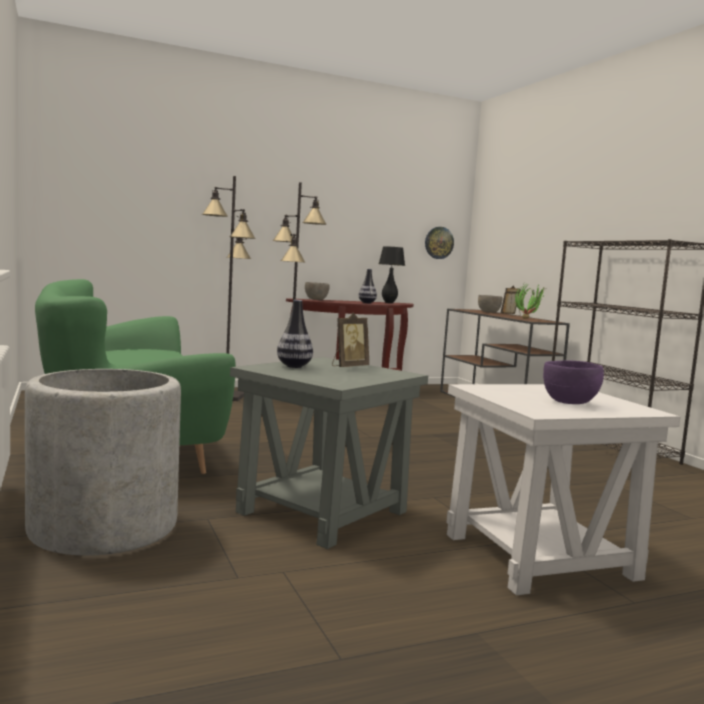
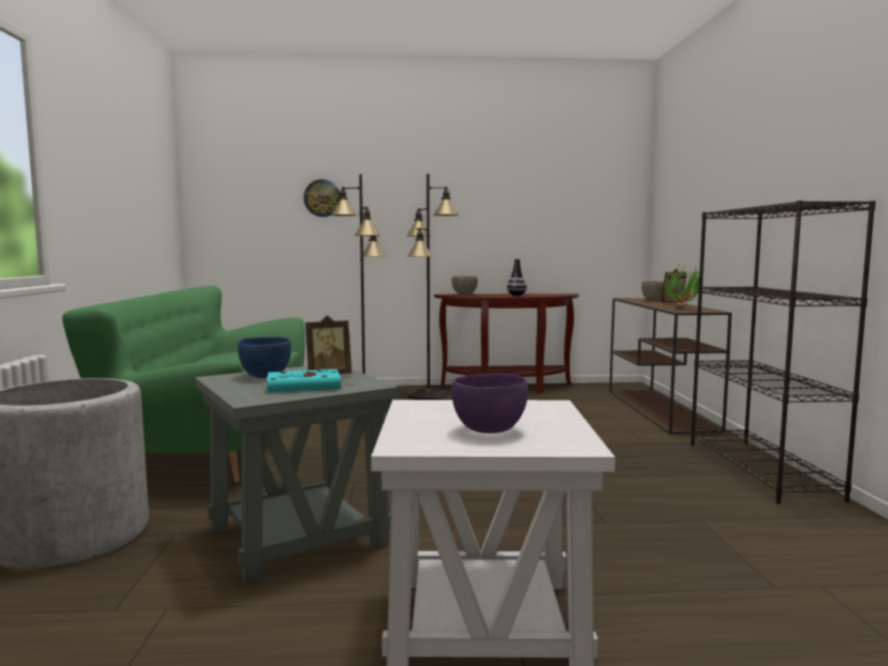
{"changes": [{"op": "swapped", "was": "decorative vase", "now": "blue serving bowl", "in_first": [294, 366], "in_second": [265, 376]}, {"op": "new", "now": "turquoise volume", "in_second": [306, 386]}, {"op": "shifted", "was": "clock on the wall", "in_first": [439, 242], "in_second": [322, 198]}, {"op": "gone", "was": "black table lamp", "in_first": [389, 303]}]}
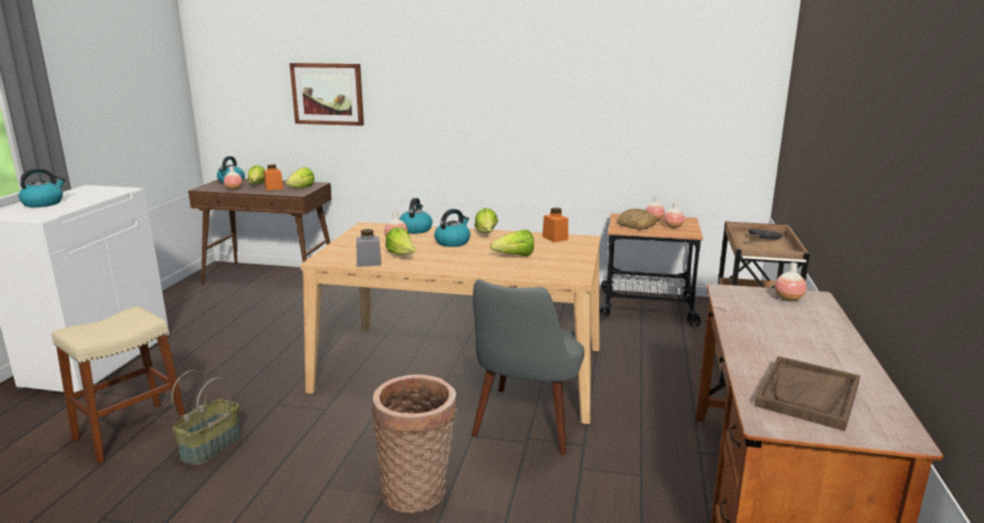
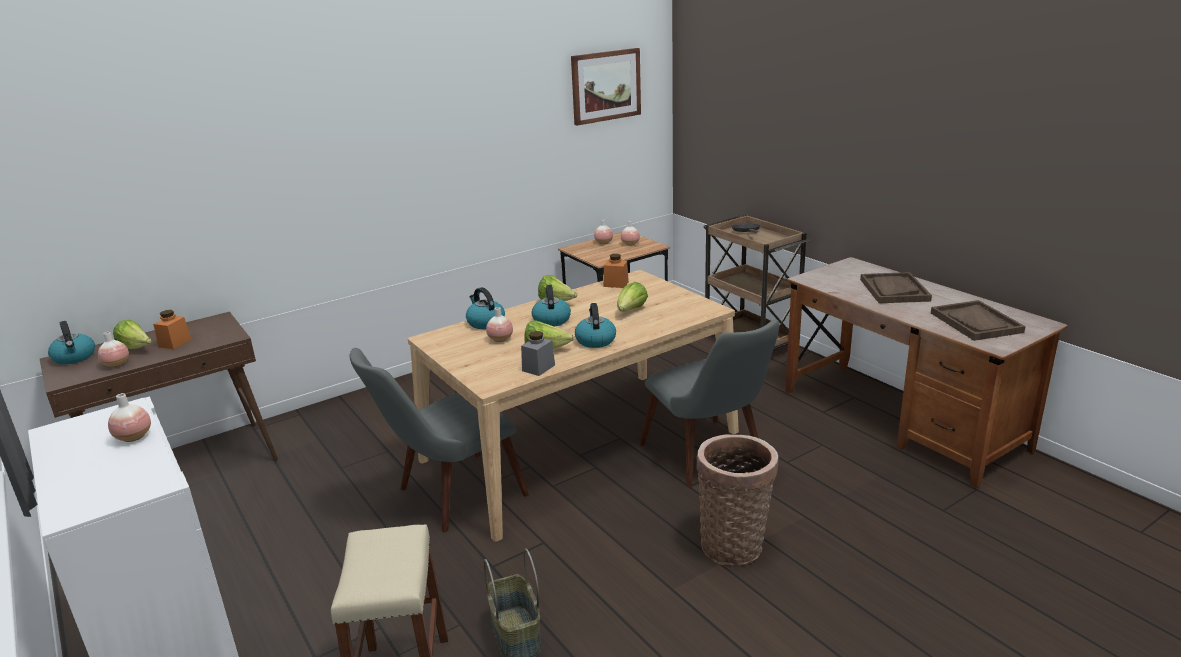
{"changes": [{"op": "shifted", "was": "decorative vase", "in_first": [788, 298], "in_second": [134, 437]}, {"op": "new", "now": "gray upright chair", "in_second": [448, 498]}, {"op": "shifted", "was": "wall art", "in_first": [327, 94], "in_second": [605, 86]}, {"op": "shifted", "was": "kettle", "in_first": [44, 203], "in_second": [595, 340]}, {"op": "new", "now": "brownish carrying tray", "in_second": [894, 290]}, {"op": "gone", "was": "lettuce head", "in_first": [301, 188]}, {"op": "gone", "was": "baked bread", "in_first": [635, 225]}]}
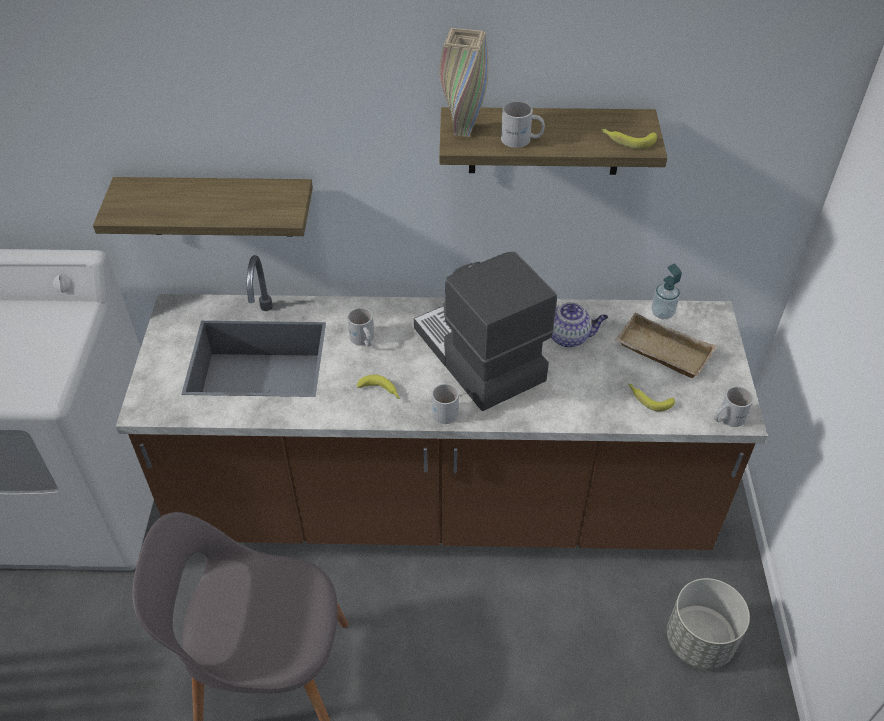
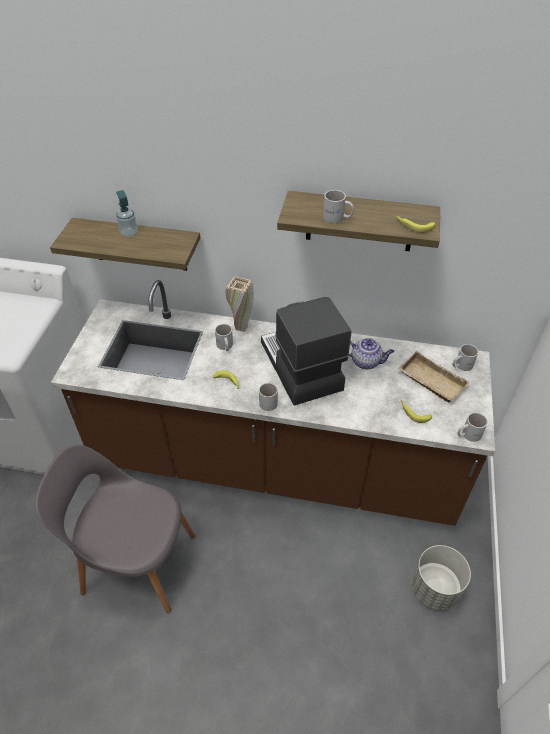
{"changes": [{"op": "shifted", "was": "soap bottle", "in_first": [662, 313], "in_second": [129, 233]}, {"op": "shifted", "was": "sand-coloured decorative vase", "in_first": [462, 131], "in_second": [241, 328]}, {"op": "new", "now": "white tea mug", "in_second": [461, 365]}]}
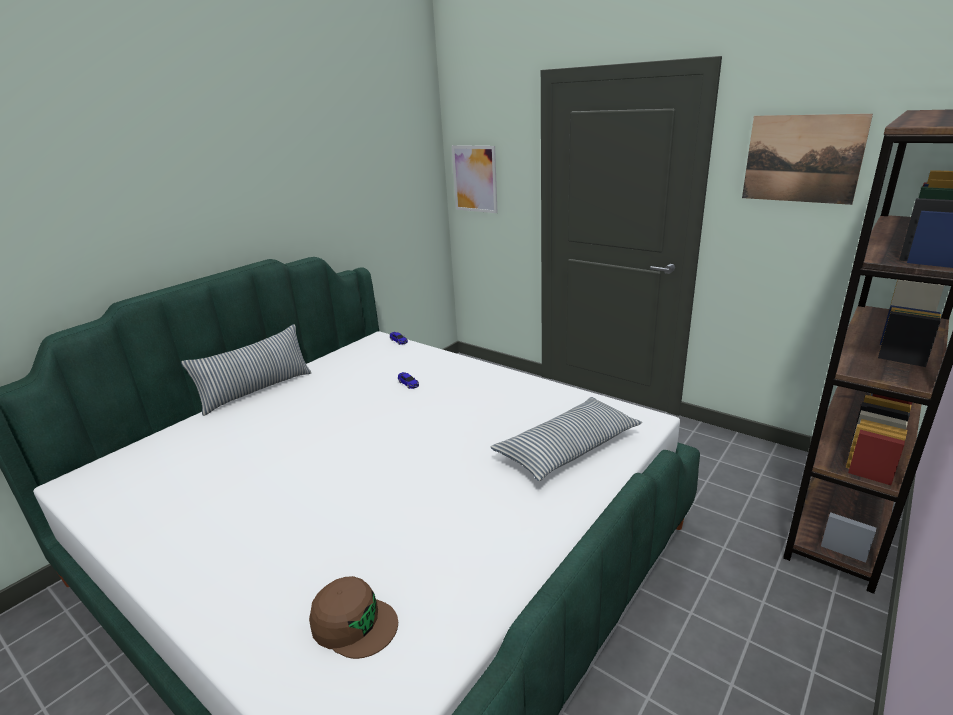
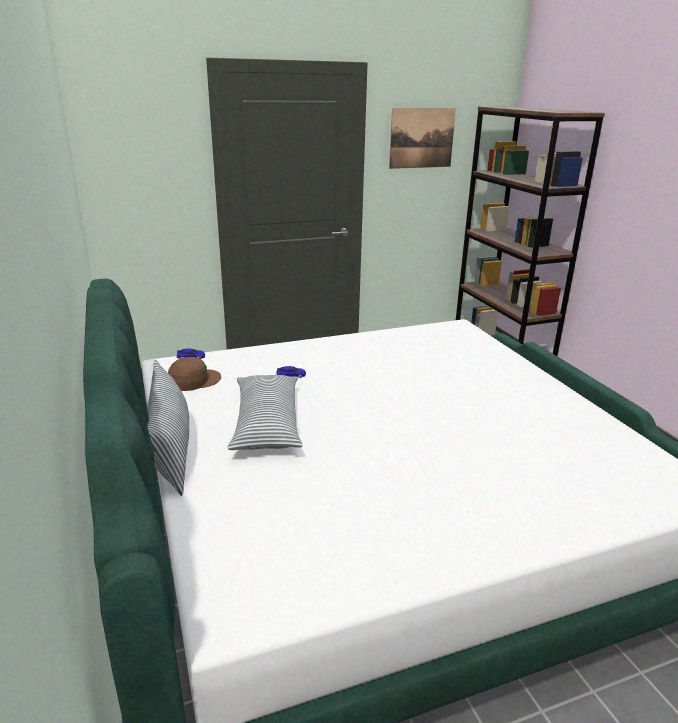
{"changes": [{"op": "shifted", "was": "brownish baseball cap", "in_first": [354, 623], "in_second": [193, 380]}, {"op": "shifted", "was": "throw pillow", "in_first": [567, 448], "in_second": [267, 423]}, {"op": "gone", "was": "wall art", "in_first": [475, 179]}]}
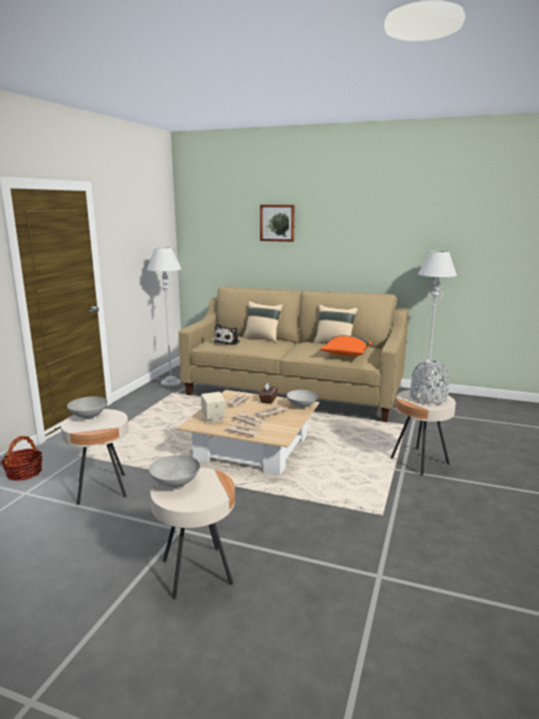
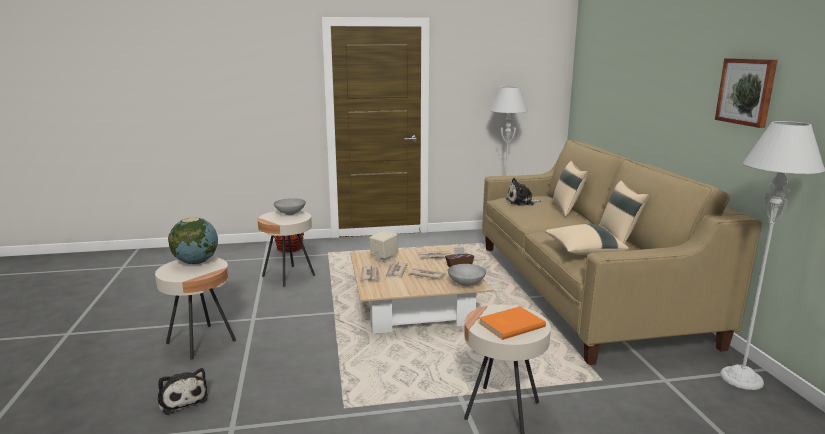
{"changes": [{"op": "new", "now": "soft toy", "in_second": [182, 399]}, {"op": "swapped", "was": "gray serving bowl", "now": "desk globe", "in_first": [176, 483], "in_second": [196, 262]}, {"op": "swapped", "was": "gray decorative vase", "now": "orangey volume", "in_first": [428, 399], "in_second": [509, 324]}, {"op": "repainted", "was": "orangey throw pillow", "now": "sand-coloured throw pillow", "in_first": [346, 354], "in_second": [583, 251]}, {"op": "shifted", "was": "wall art", "in_first": [277, 223], "in_second": [746, 91]}]}
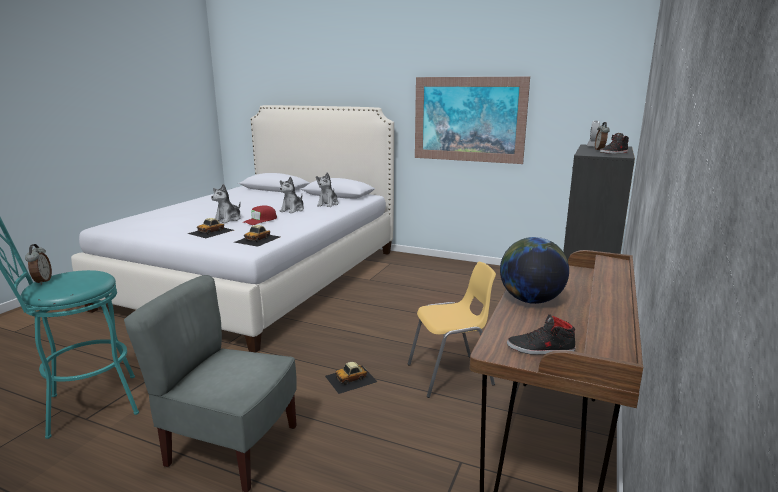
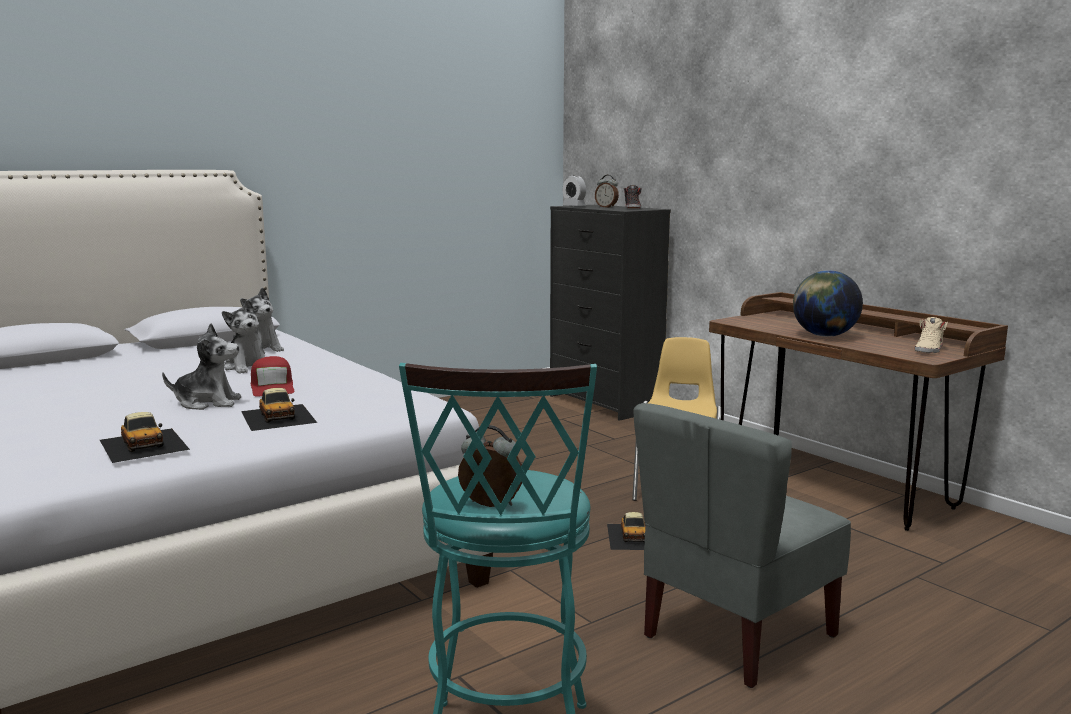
{"changes": [{"op": "shifted", "was": "model car", "in_first": [258, 239], "in_second": [144, 444]}, {"op": "rotated", "was": "soft toy", "in_first": [228, 219], "in_second": [208, 403], "clockwise": -60}, {"op": "repainted", "was": "black item of footwear", "now": "sand-coloured item of footwear", "in_first": [540, 349], "in_second": [929, 350]}, {"op": "gone", "was": "wall art", "in_first": [468, 119]}]}
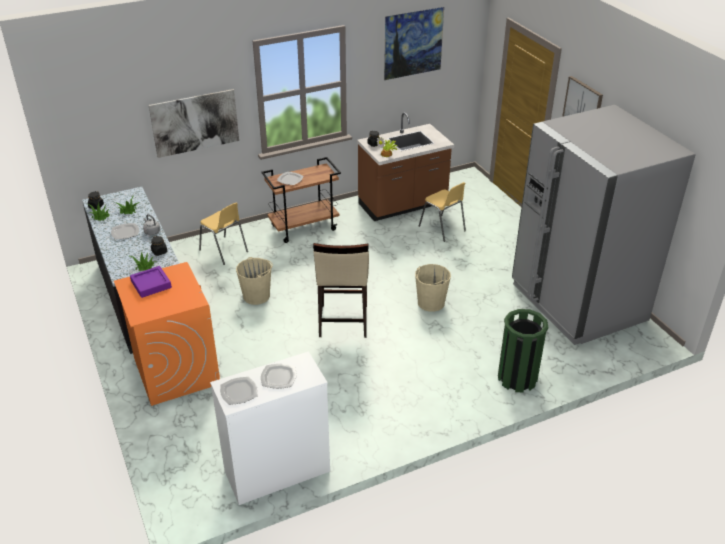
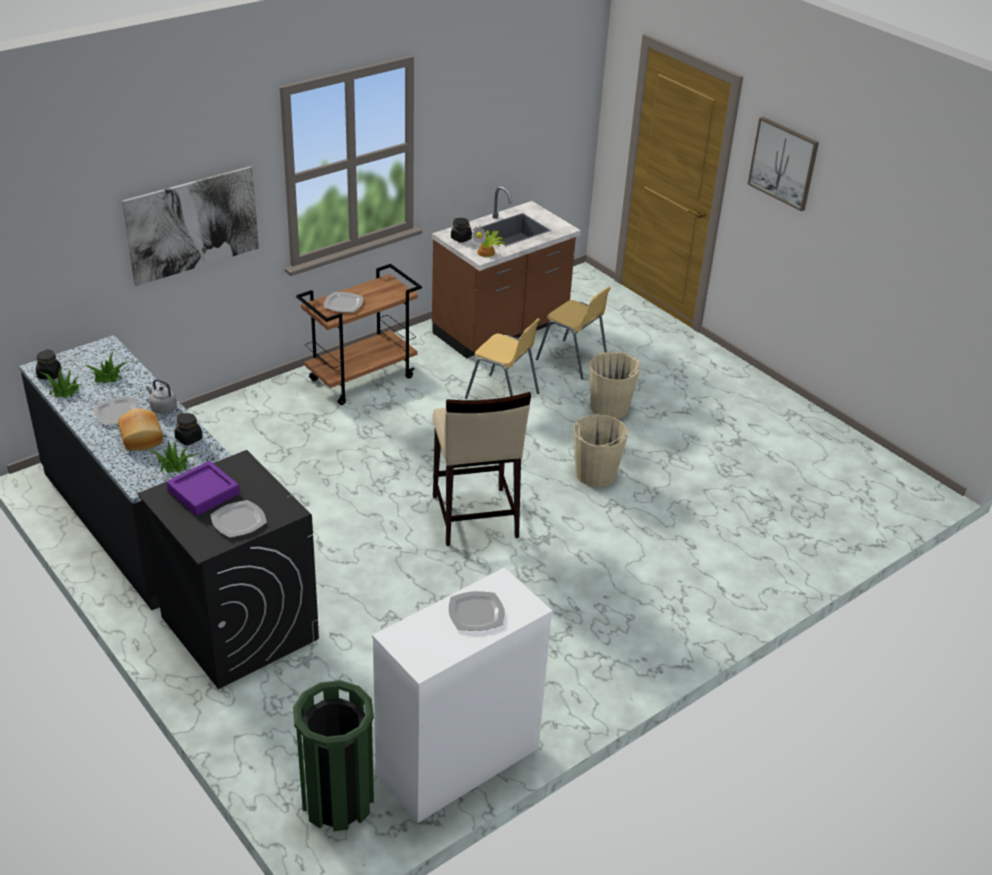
{"changes": [{"op": "new", "now": "baked bread", "in_second": [142, 437]}, {"op": "repainted", "was": "orangey washing machine", "now": "black washing machine", "in_first": [176, 370], "in_second": [238, 627]}, {"op": "shifted", "was": "dinner plate", "in_first": [238, 392], "in_second": [238, 520]}, {"op": "shifted", "was": "greenish waste bin", "in_first": [517, 378], "in_second": [337, 800]}, {"op": "shifted", "was": "yellow-coloured upright chair", "in_first": [224, 251], "in_second": [503, 396]}, {"op": "shifted", "was": "sand-coloured bucket", "in_first": [257, 296], "in_second": [610, 407]}, {"op": "gone", "was": "wall art", "in_first": [413, 59]}, {"op": "gone", "was": "gray refrigerator", "in_first": [578, 302]}]}
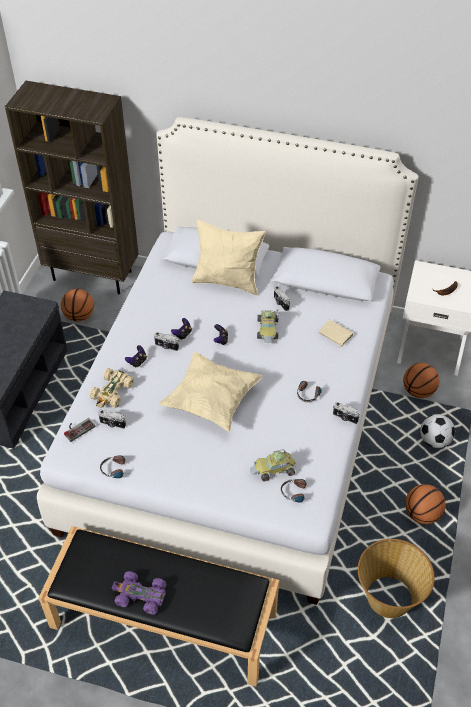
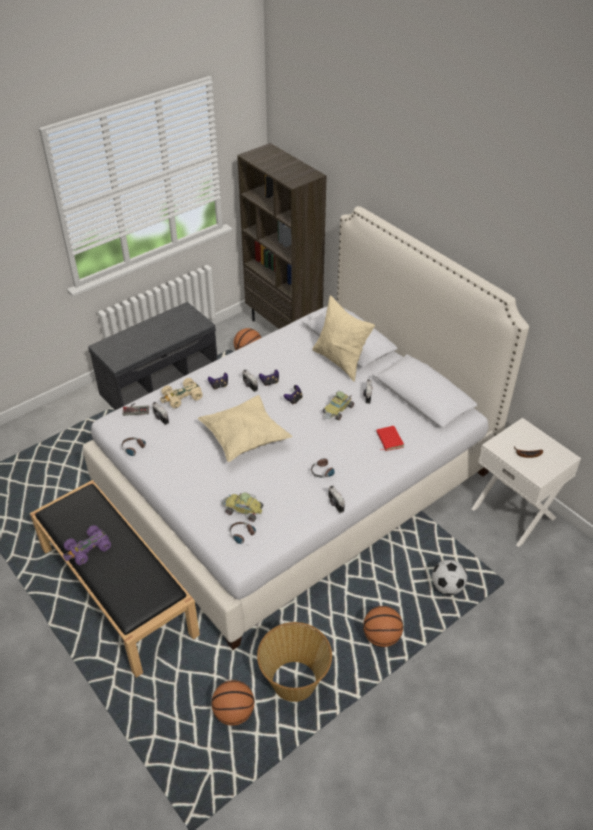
{"changes": [{"op": "rotated", "was": "purple model car", "in_first": [140, 595], "in_second": [87, 549], "clockwise": -90}, {"op": "shifted", "was": "ball for basketball", "in_first": [418, 391], "in_second": [234, 712]}, {"op": "repainted", "was": "sand-coloured volume", "now": "red-coloured volume", "in_first": [334, 335], "in_second": [388, 440]}]}
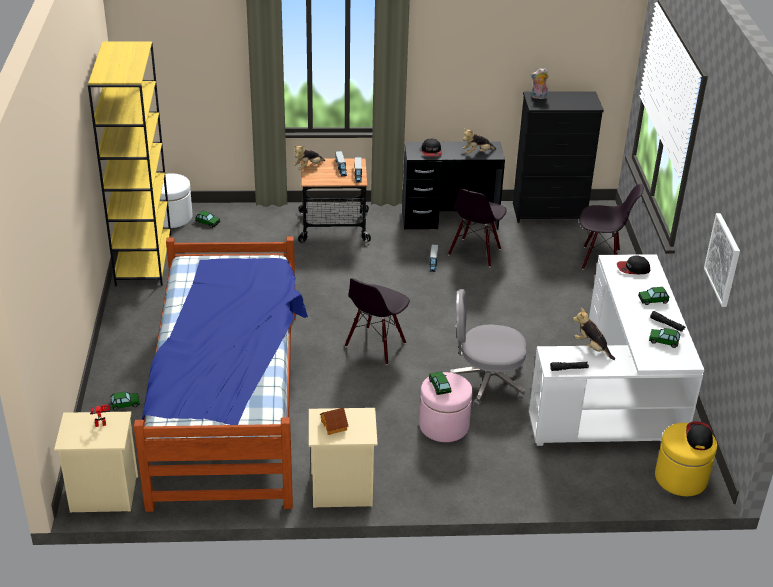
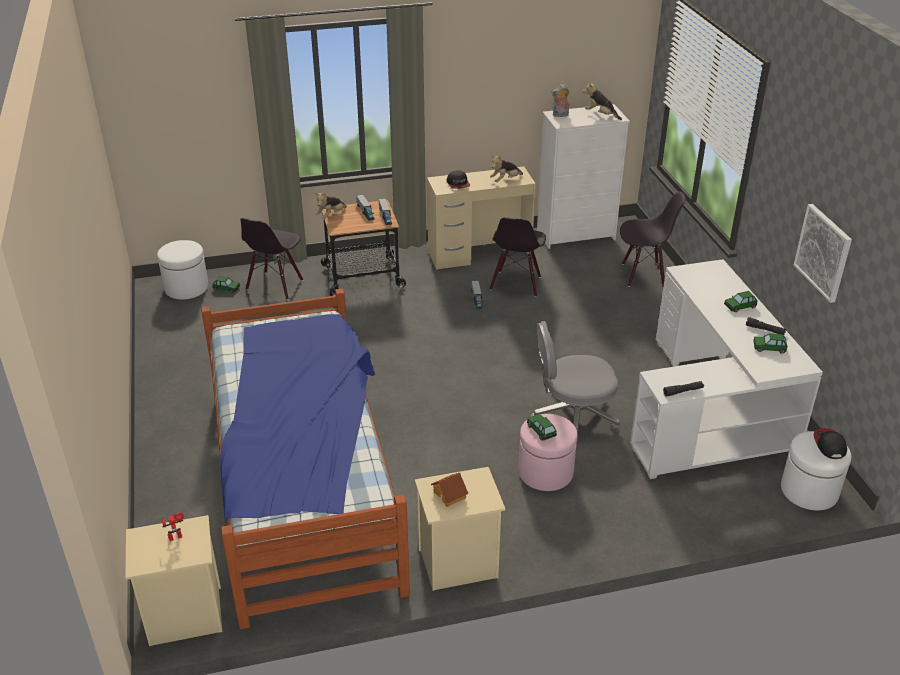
{"changes": [{"op": "shifted", "was": "black upright chair", "in_first": [376, 345], "in_second": [275, 285]}, {"op": "repainted", "was": "black desk", "now": "sand-coloured desk", "in_first": [449, 220], "in_second": [479, 254]}, {"op": "repainted", "was": "black chest of drawers", "now": "white chest of drawers", "in_first": [550, 213], "in_second": [576, 235]}, {"op": "shifted", "was": "soft toy", "in_first": [592, 347], "in_second": [600, 115]}, {"op": "repainted", "was": "yellow-coloured footrest", "now": "white footrest", "in_first": [681, 478], "in_second": [809, 491]}, {"op": "gone", "was": "yellow-coloured bookcase", "in_first": [143, 259]}, {"op": "gone", "was": "model car", "in_first": [125, 404]}, {"op": "gone", "was": "baseball cap", "in_first": [633, 269]}]}
